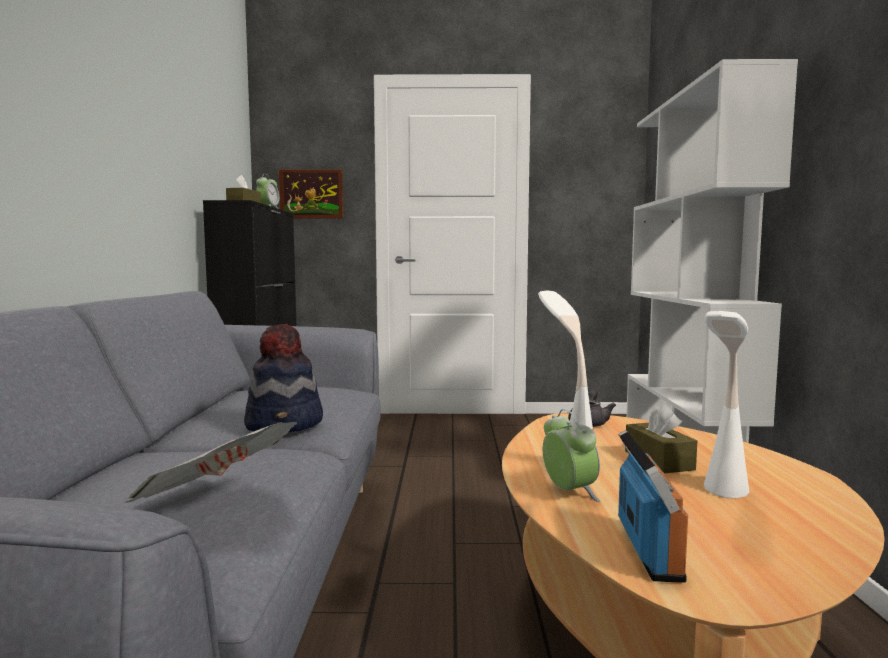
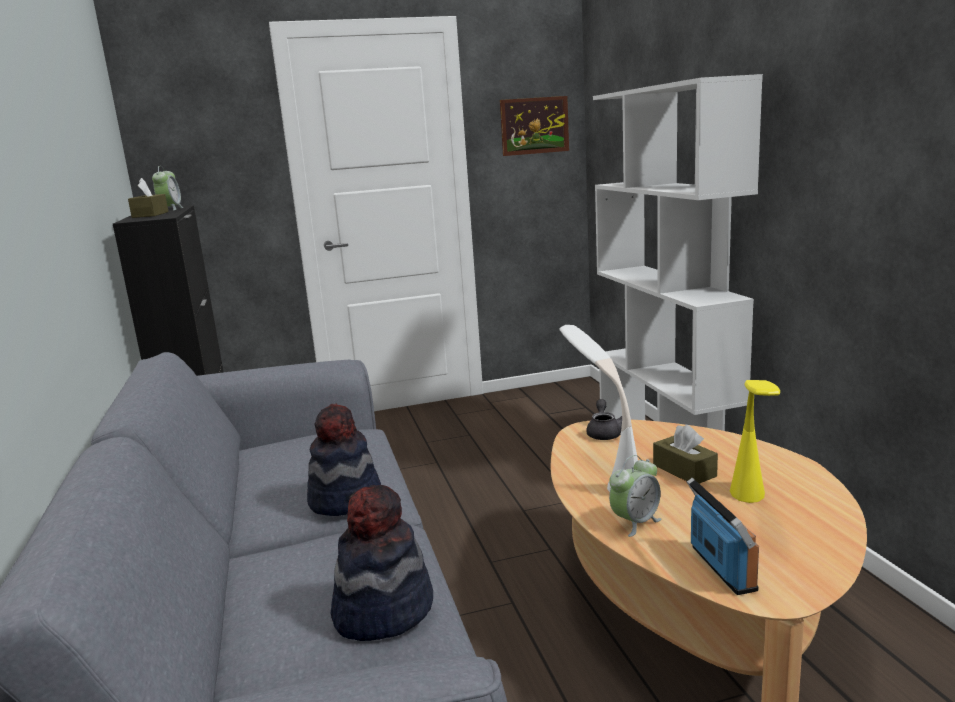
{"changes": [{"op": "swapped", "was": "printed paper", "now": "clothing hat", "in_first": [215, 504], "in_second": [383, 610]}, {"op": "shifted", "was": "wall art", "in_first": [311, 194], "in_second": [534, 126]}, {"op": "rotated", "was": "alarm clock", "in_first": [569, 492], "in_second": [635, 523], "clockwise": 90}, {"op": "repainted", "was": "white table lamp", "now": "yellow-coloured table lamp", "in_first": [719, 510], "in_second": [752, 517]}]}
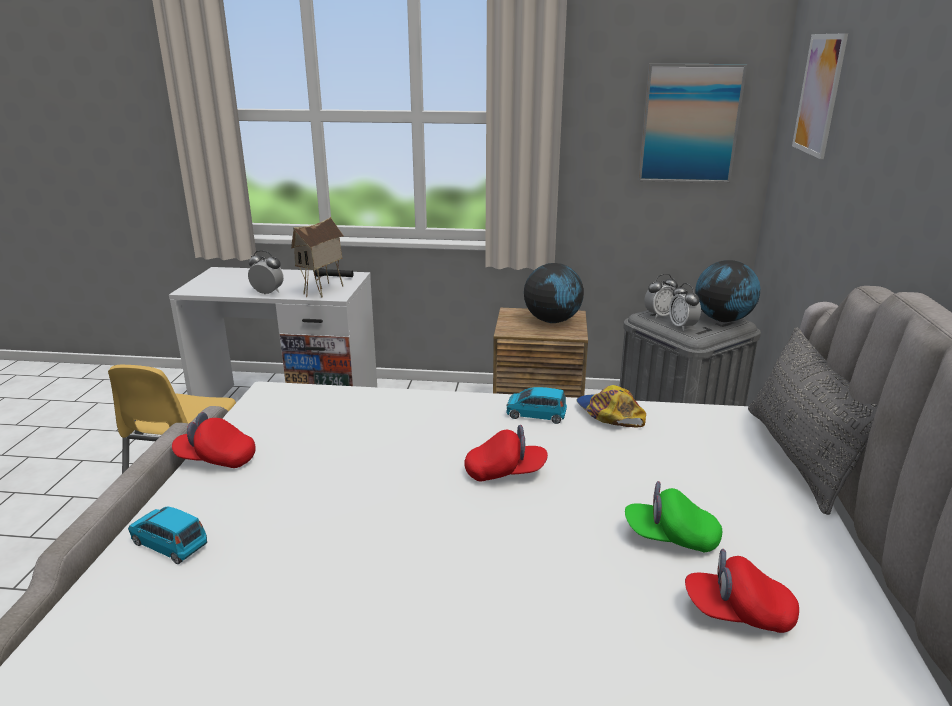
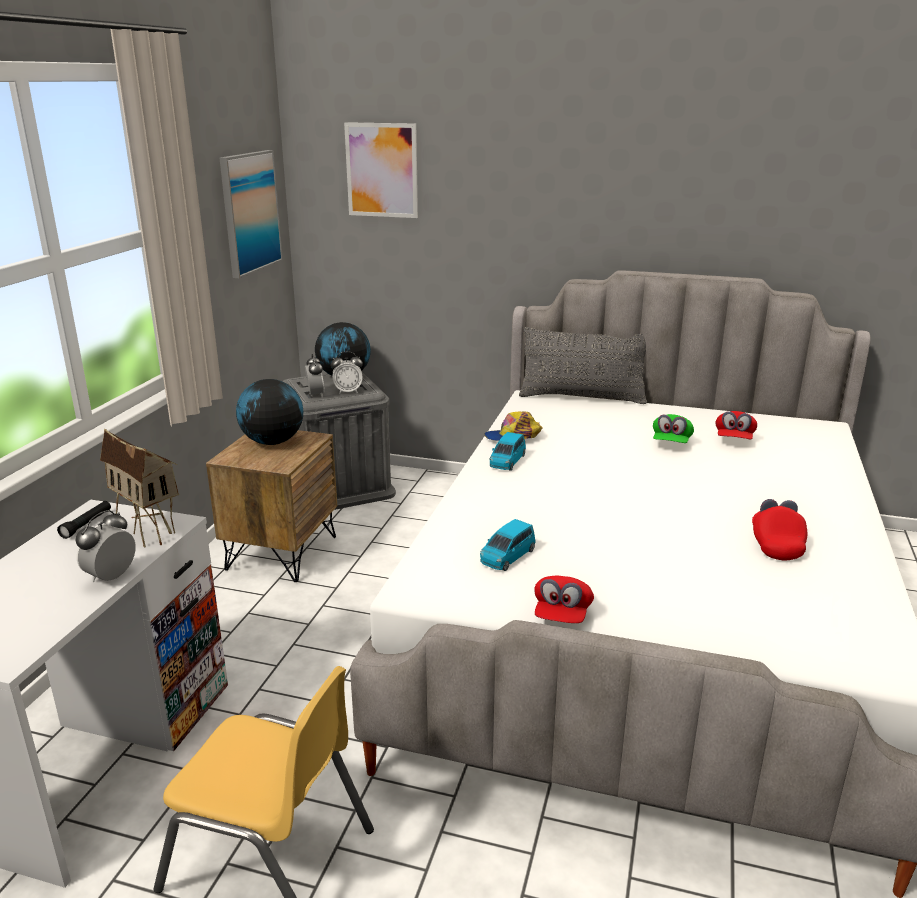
{"changes": [{"op": "shifted", "was": "blue model car", "in_first": [169, 544], "in_second": [507, 557]}, {"op": "shifted", "was": "red-coloured baseball cap", "in_first": [505, 472], "in_second": [776, 544]}]}
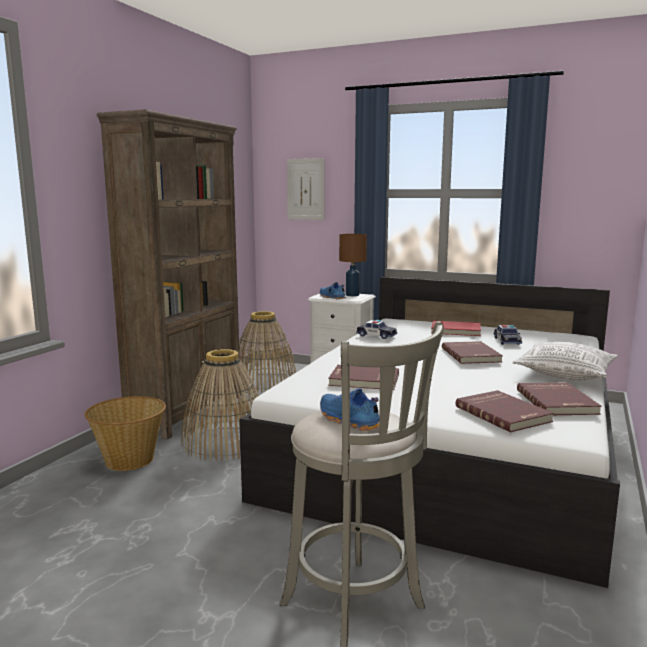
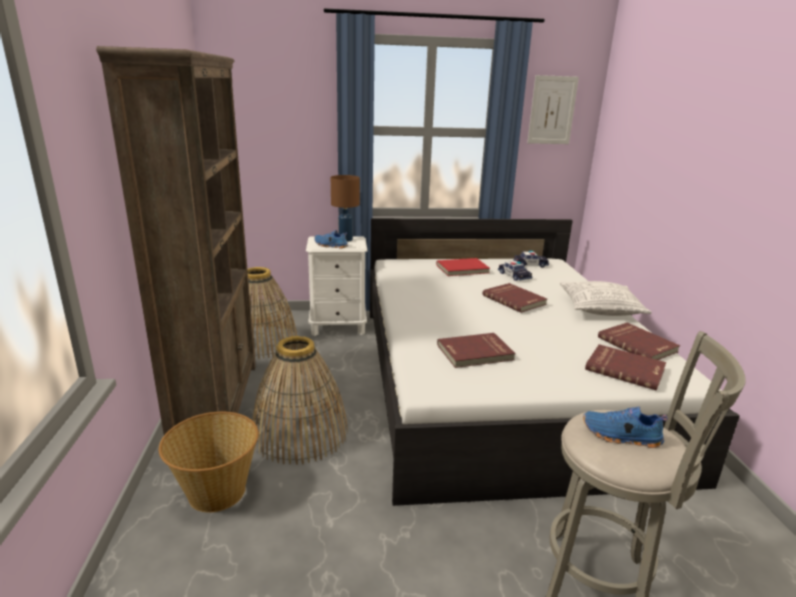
{"changes": [{"op": "shifted", "was": "model car", "in_first": [376, 335], "in_second": [530, 264]}, {"op": "shifted", "was": "wall art", "in_first": [305, 189], "in_second": [552, 110]}]}
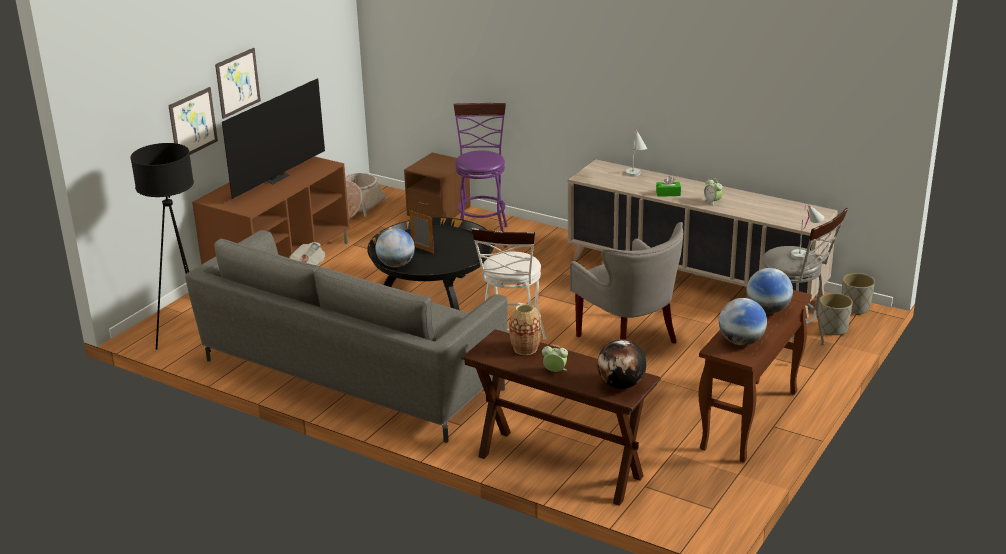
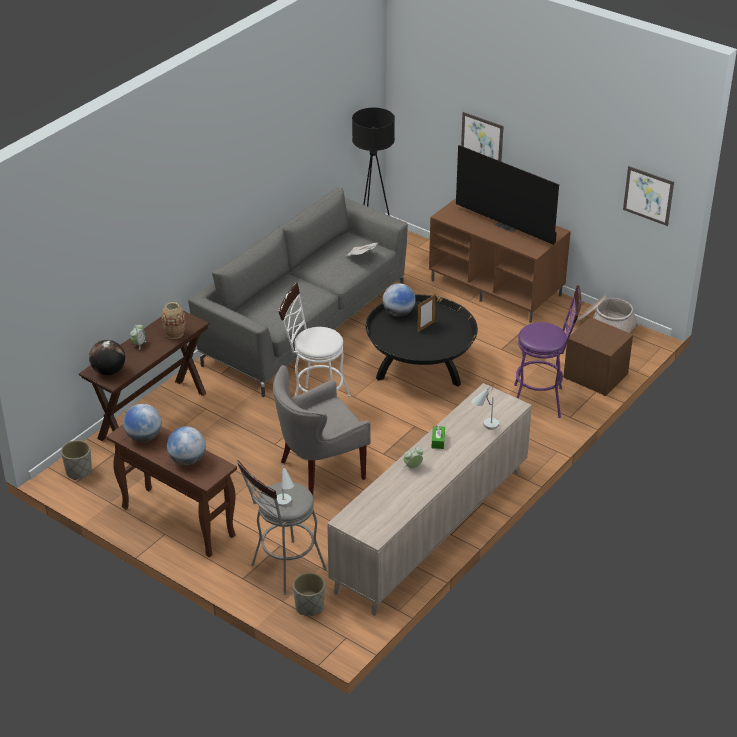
{"changes": [{"op": "shifted", "was": "gray plant pot", "in_first": [855, 308], "in_second": [78, 471]}, {"op": "shifted", "was": "wall art", "in_first": [237, 83], "in_second": [648, 195]}]}
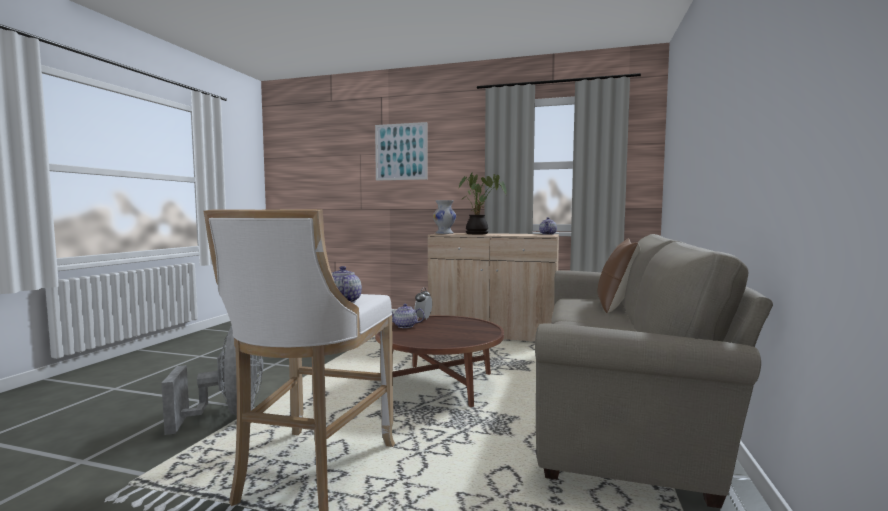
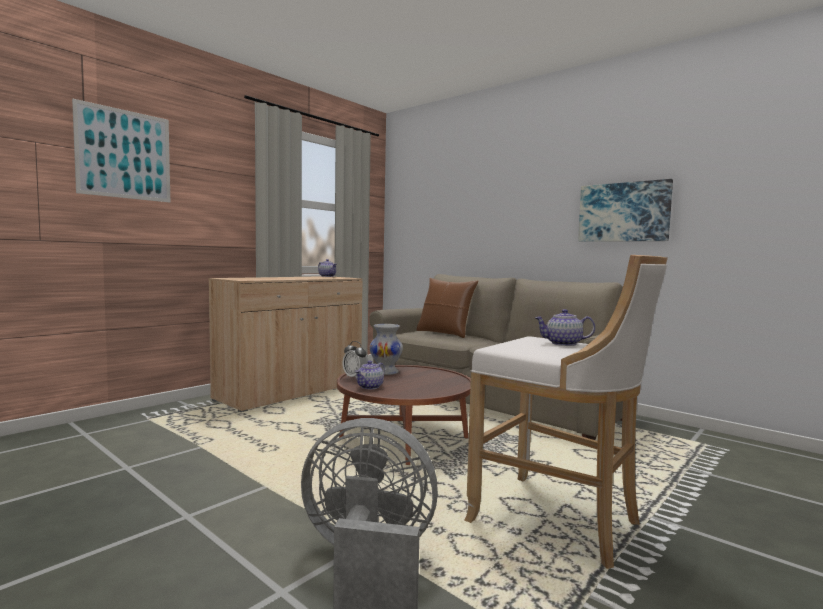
{"changes": [{"op": "shifted", "was": "white decorative vase", "in_first": [444, 233], "in_second": [385, 372]}, {"op": "new", "now": "wall art", "in_second": [623, 212]}, {"op": "gone", "was": "houseplant", "in_first": [479, 234]}]}
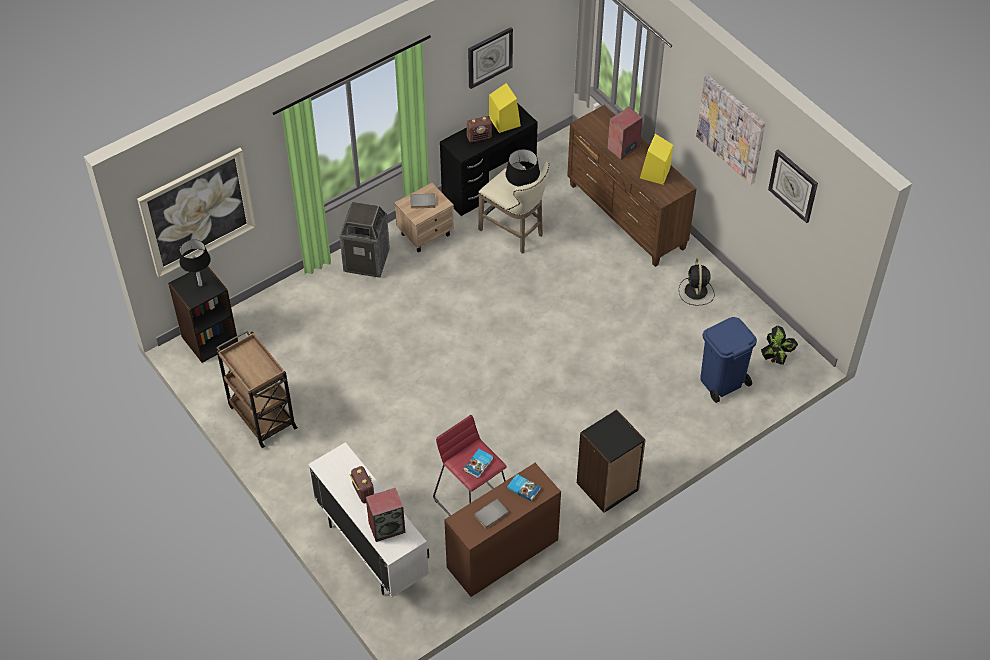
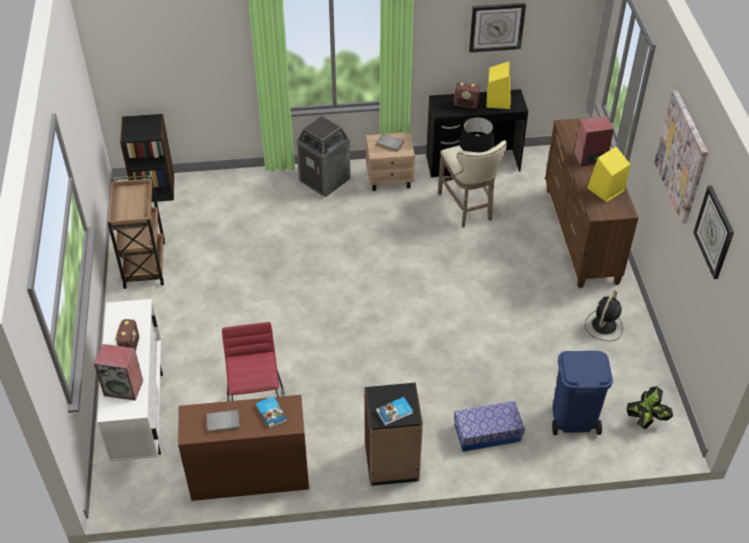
{"changes": [{"op": "shifted", "was": "volume", "in_first": [479, 464], "in_second": [395, 412]}, {"op": "new", "now": "storage box", "in_second": [487, 433]}, {"op": "gone", "was": "wall art", "in_first": [197, 212]}, {"op": "gone", "was": "black table lamp", "in_first": [200, 284]}]}
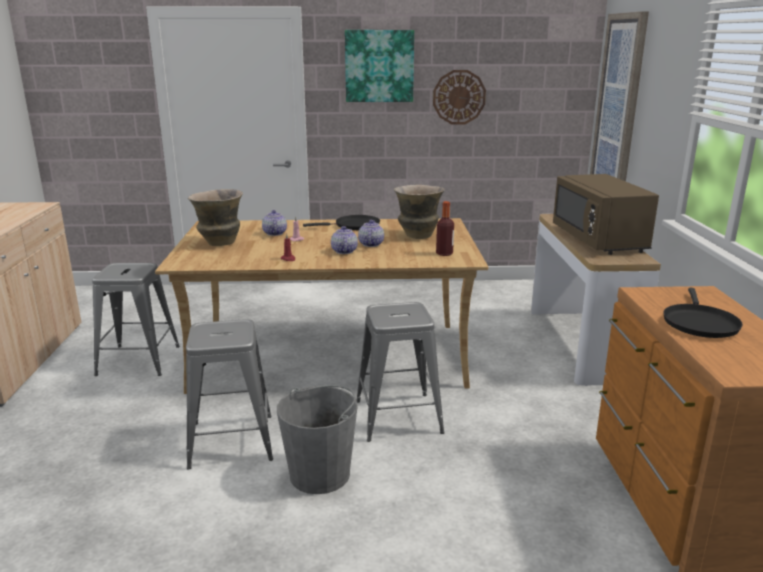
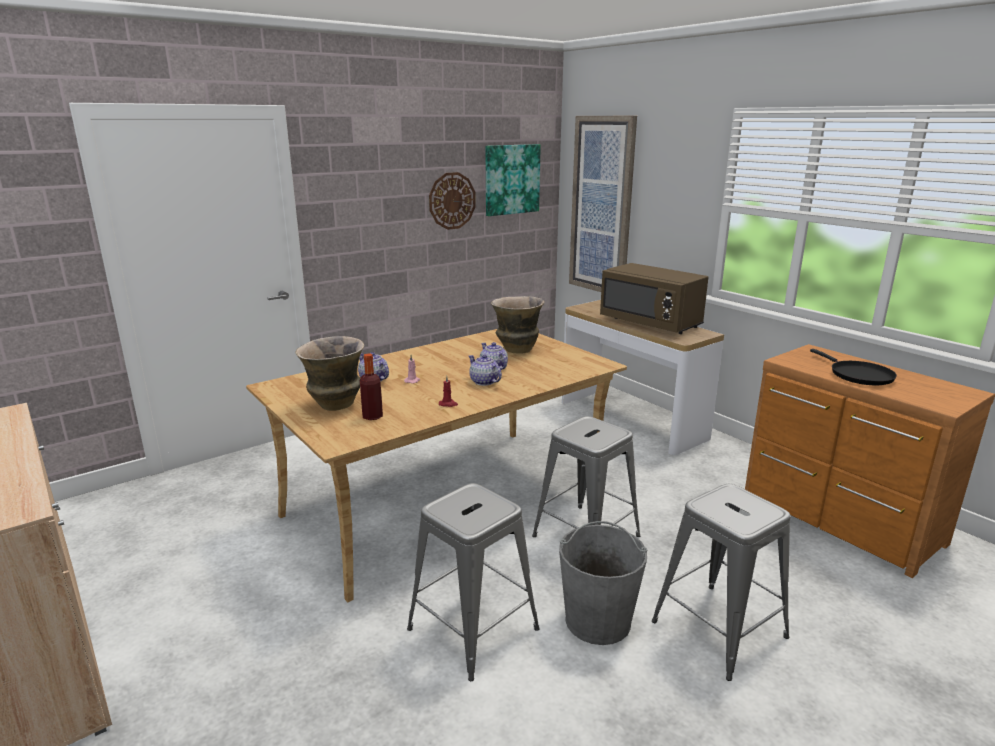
{"changes": [{"op": "shifted", "was": "beverage bottle", "in_first": [444, 253], "in_second": [372, 416]}, {"op": "shifted", "was": "wall art", "in_first": [379, 66], "in_second": [511, 179]}, {"op": "shifted", "was": "gray sitting stool", "in_first": [139, 360], "in_second": [720, 629]}, {"op": "gone", "was": "black pan", "in_first": [354, 226]}]}
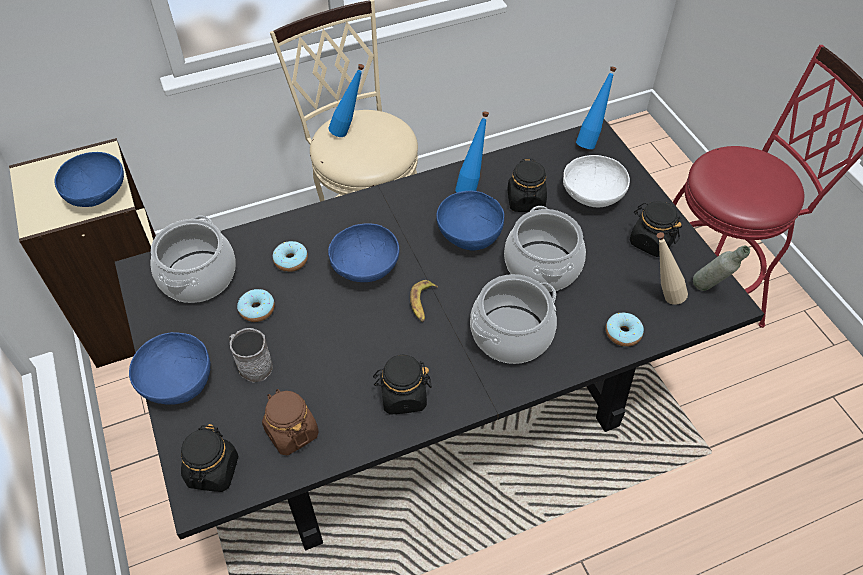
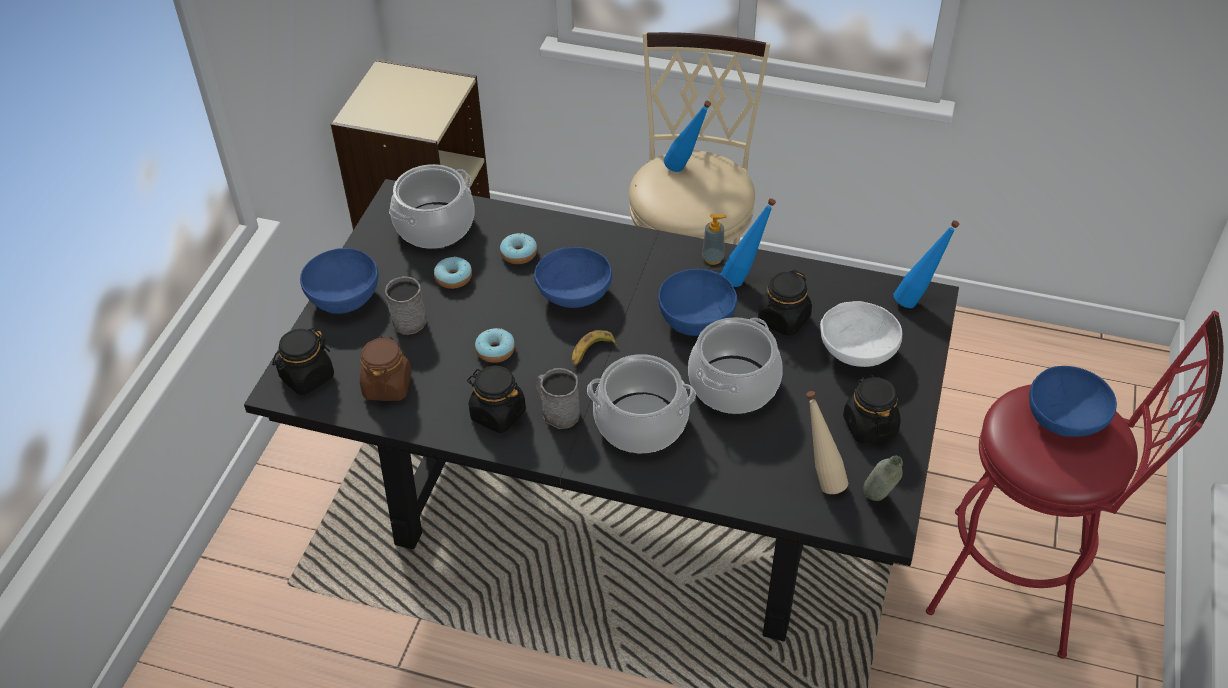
{"changes": [{"op": "shifted", "was": "ring doughnut", "in_first": [623, 333], "in_second": [495, 351]}, {"op": "new", "now": "gray tea mug", "in_second": [557, 411]}, {"op": "new", "now": "soap bottle", "in_second": [713, 258]}, {"op": "shifted", "was": "blue serving bowl", "in_first": [97, 194], "in_second": [1065, 420]}]}
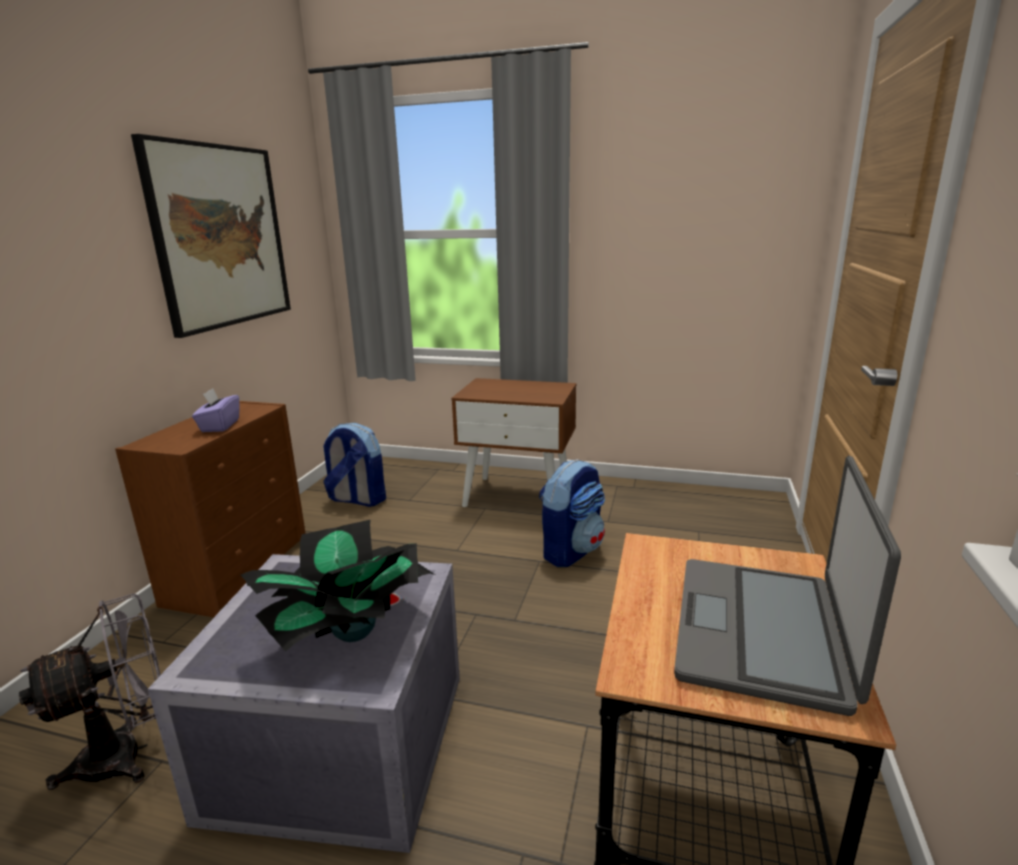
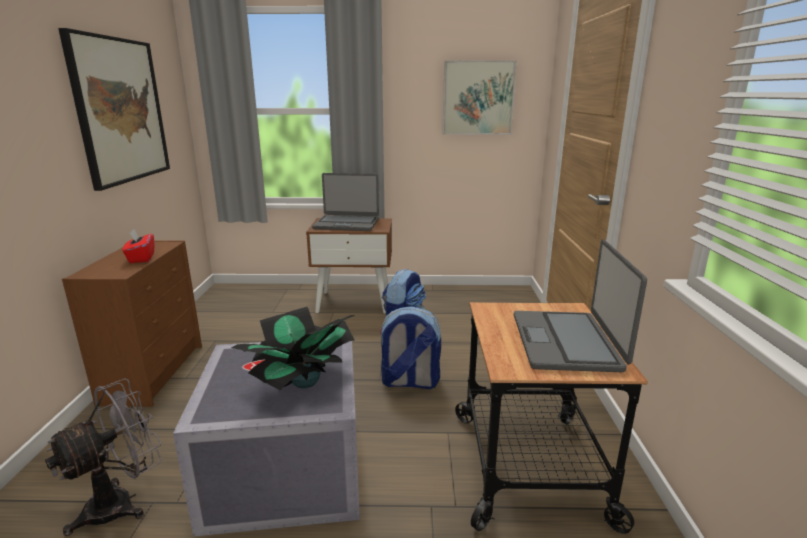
{"changes": [{"op": "repainted", "was": "purple tissue holder", "now": "red-coloured tissue holder", "in_first": [219, 426], "in_second": [141, 258]}, {"op": "new", "now": "portable computer", "in_second": [347, 224]}, {"op": "shifted", "was": "backpack", "in_first": [357, 499], "in_second": [409, 382]}, {"op": "new", "now": "wall art", "in_second": [478, 98]}]}
